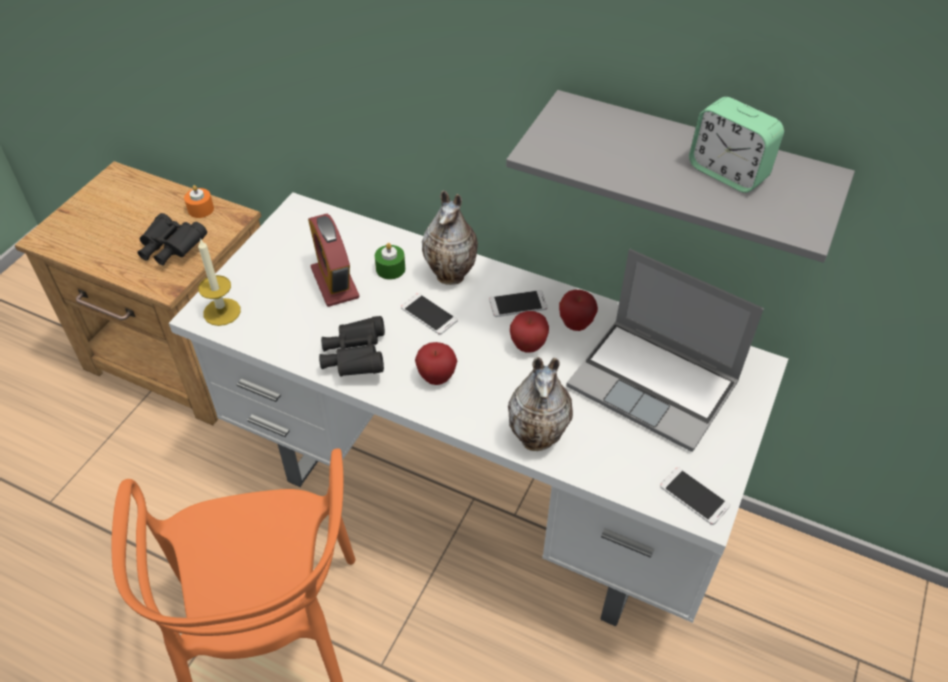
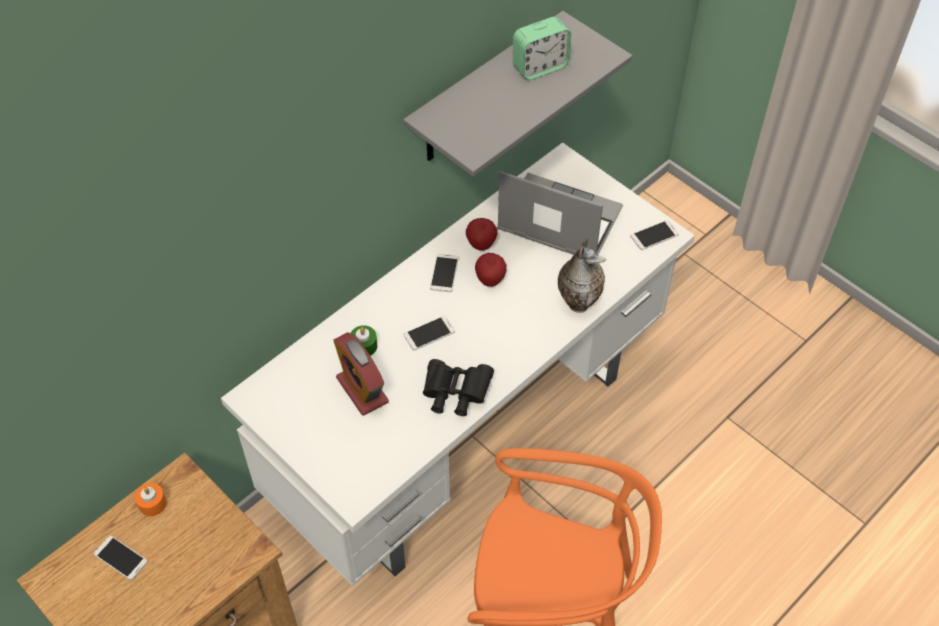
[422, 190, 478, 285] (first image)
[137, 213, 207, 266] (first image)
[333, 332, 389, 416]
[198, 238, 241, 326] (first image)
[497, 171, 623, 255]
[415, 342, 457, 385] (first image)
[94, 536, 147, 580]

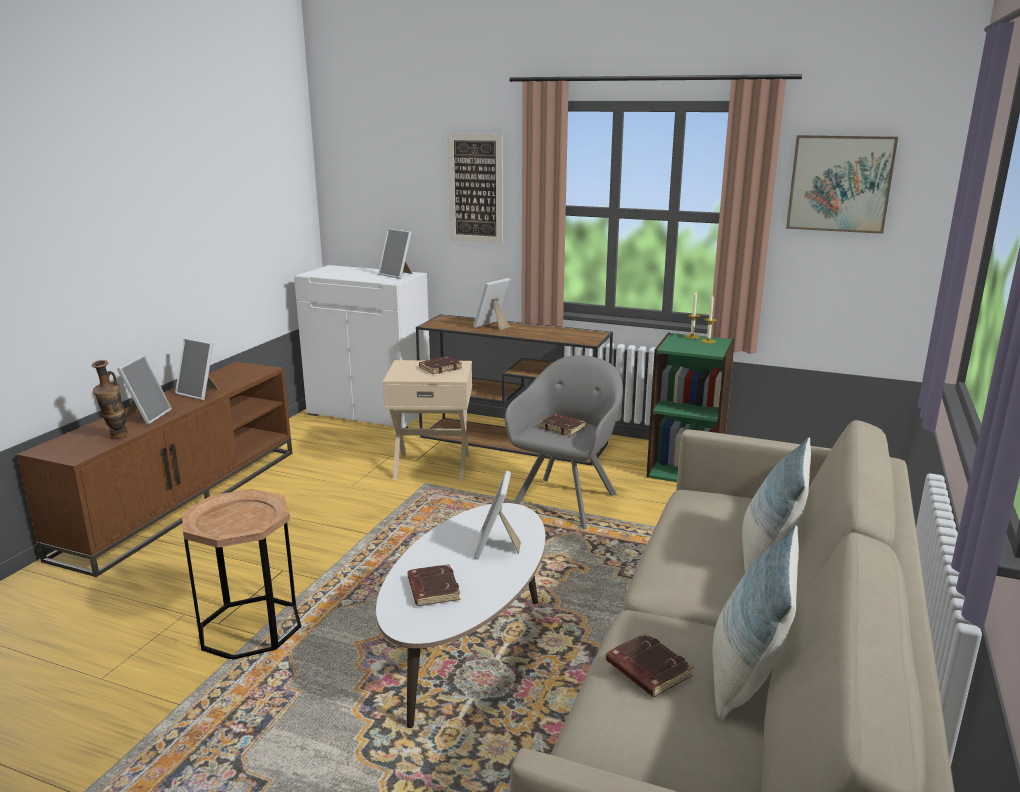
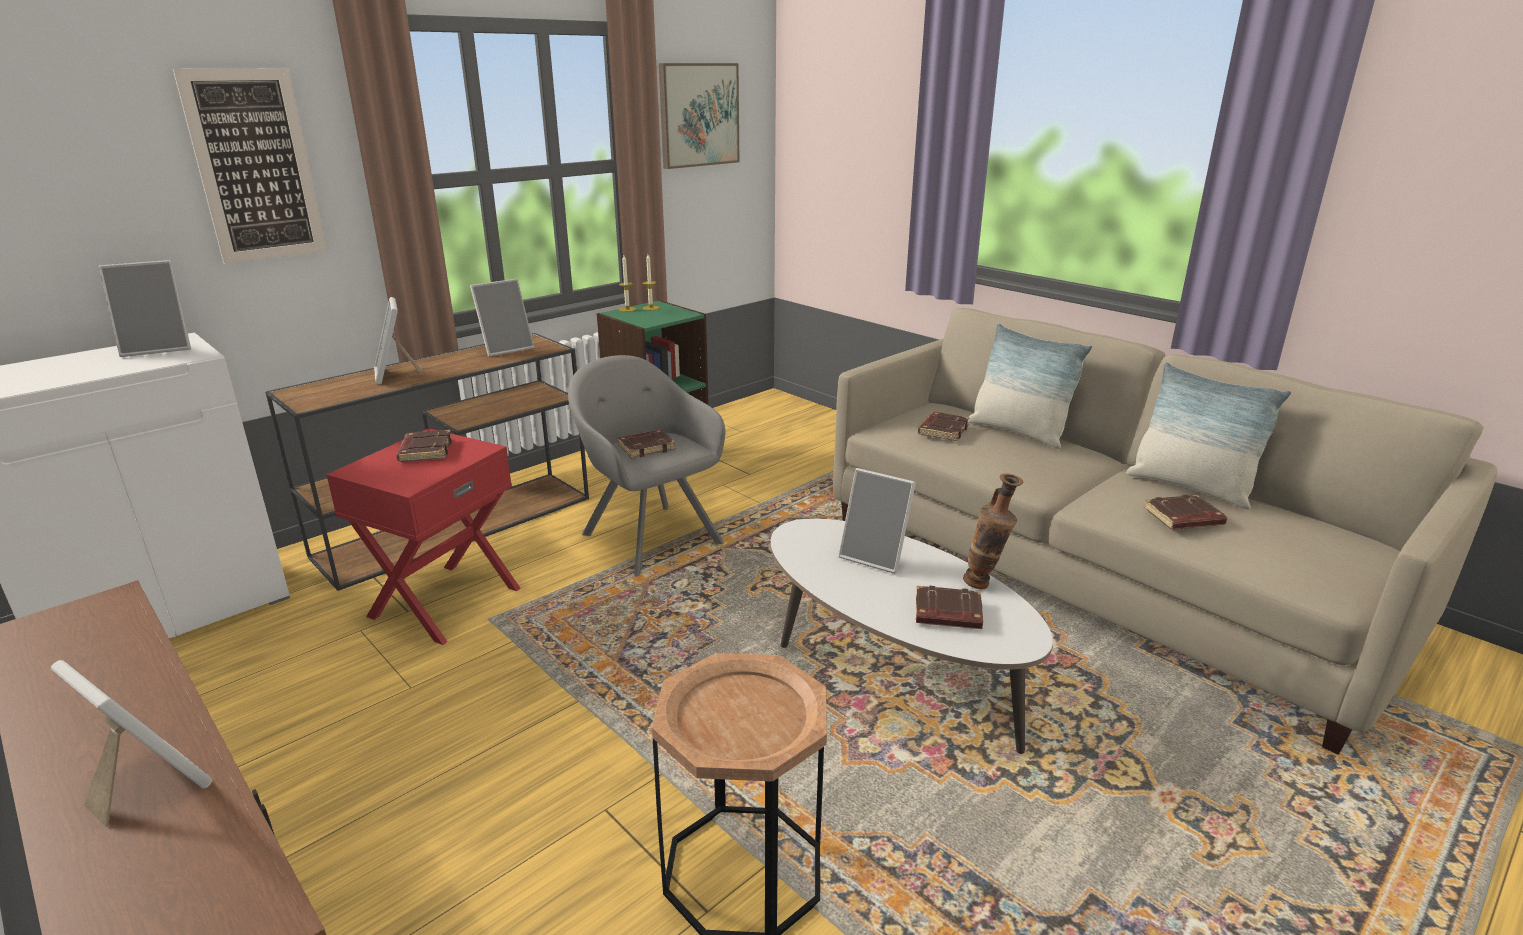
[470, 279, 534, 357]
[963, 473, 1023, 589]
[326, 429, 521, 645]
[918, 412, 969, 441]

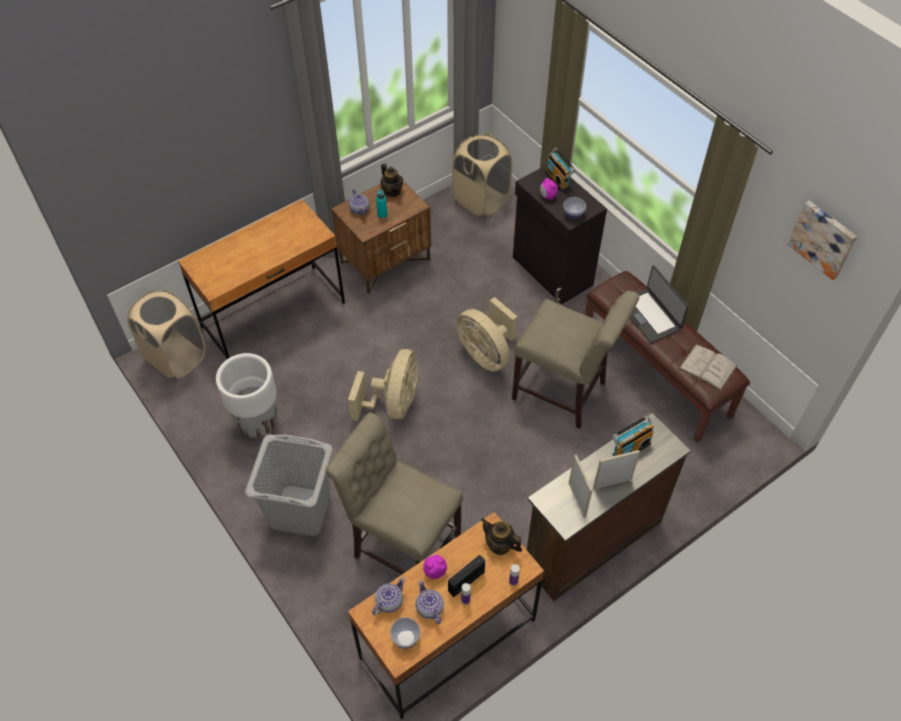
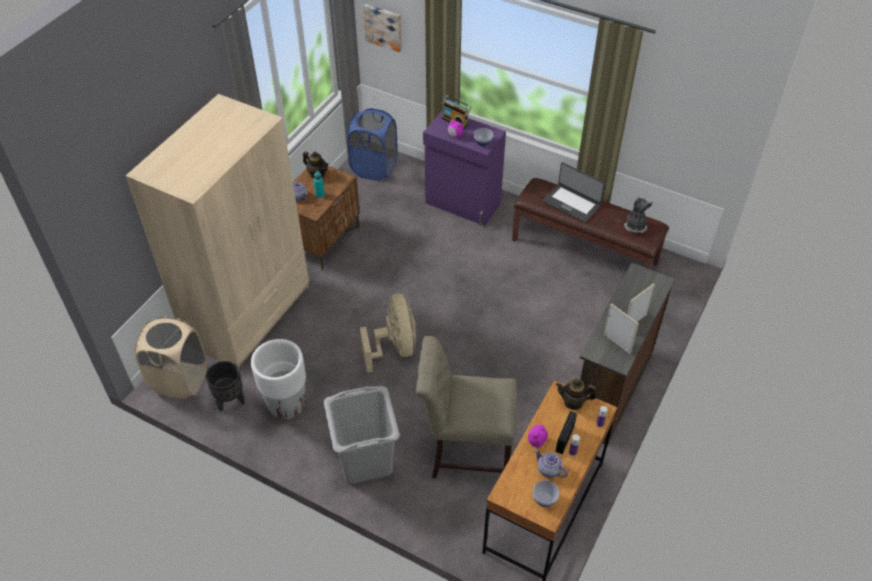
[348, 108, 398, 181]
[423, 111, 506, 226]
[126, 94, 309, 369]
[363, 4, 402, 52]
[512, 291, 639, 429] (first image)
[456, 297, 517, 372] (first image)
[624, 196, 653, 233]
[612, 416, 654, 456] (first image)
[372, 577, 405, 615] (first image)
[205, 361, 245, 412]

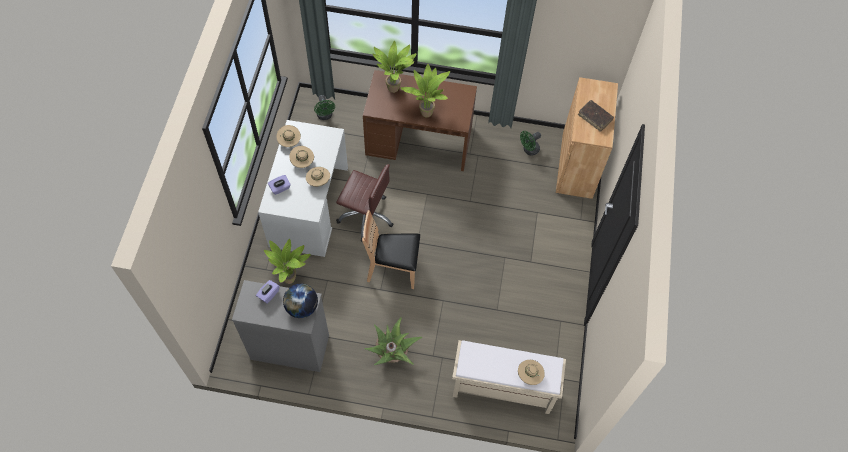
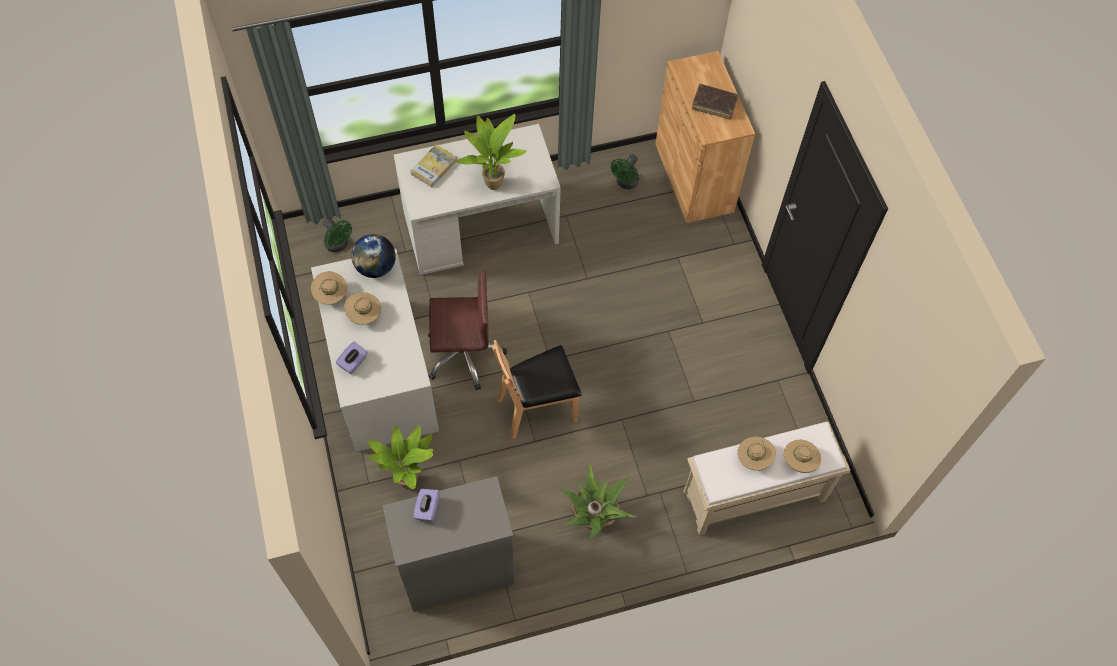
[410, 145, 457, 188]
[394, 124, 561, 275]
[738, 437, 776, 471]
[351, 234, 396, 278]

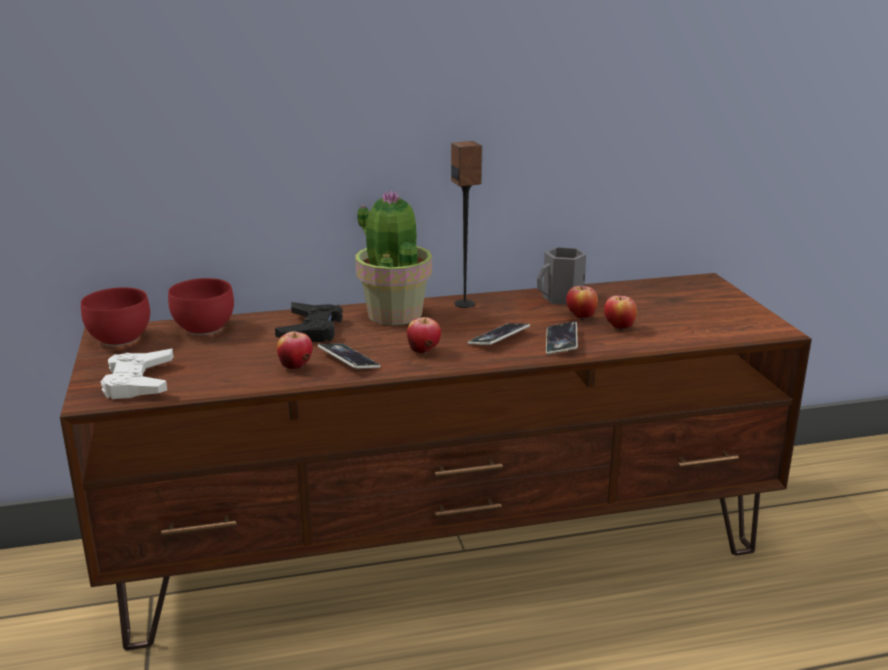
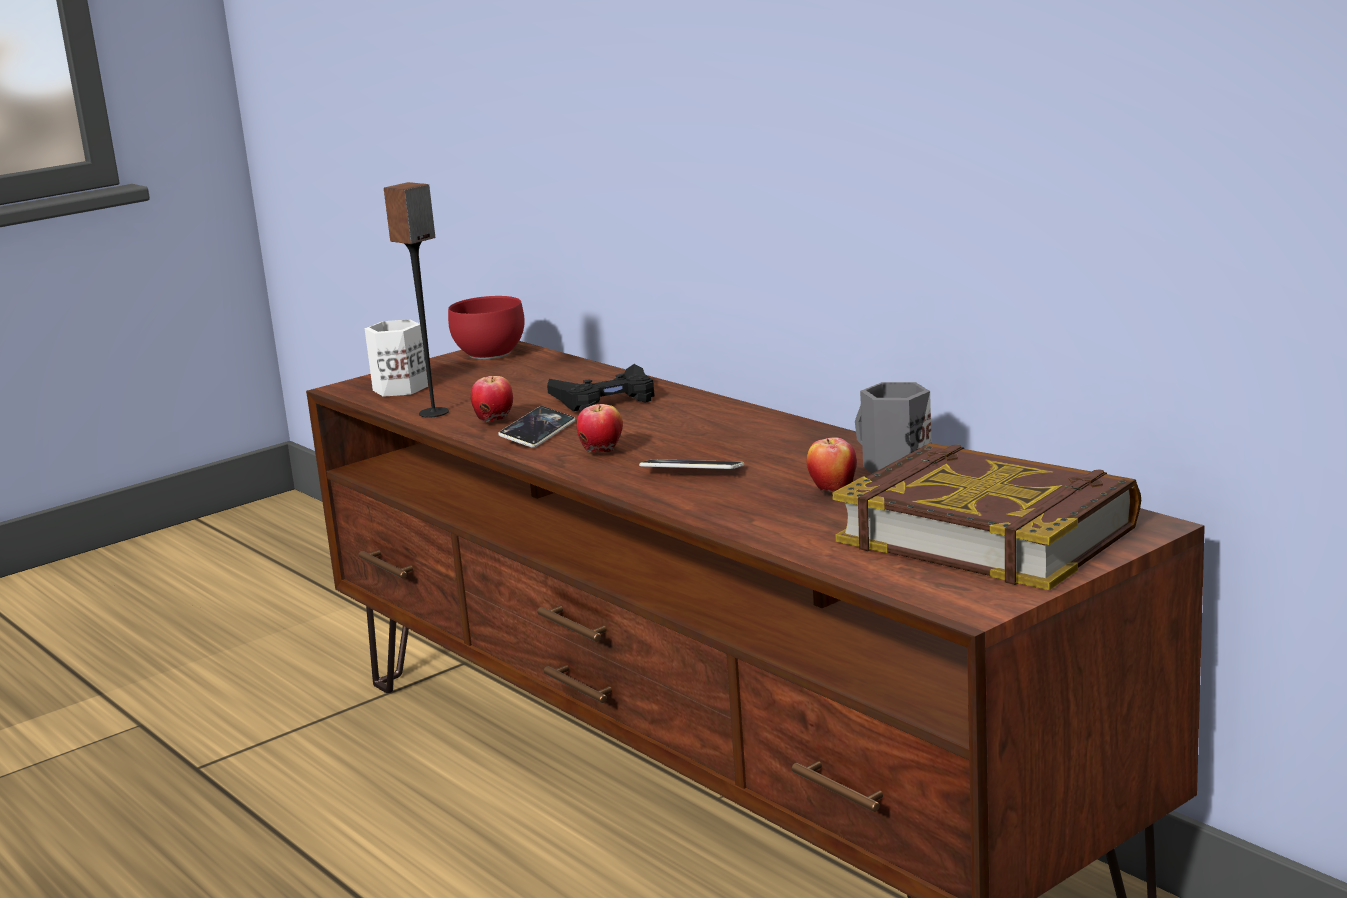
[384, 182, 449, 418]
[355, 190, 432, 325] (first image)
[168, 278, 234, 335] (first image)
[604, 296, 637, 331] (first image)
[546, 321, 578, 354] (first image)
[364, 319, 428, 397]
[832, 443, 1141, 590]

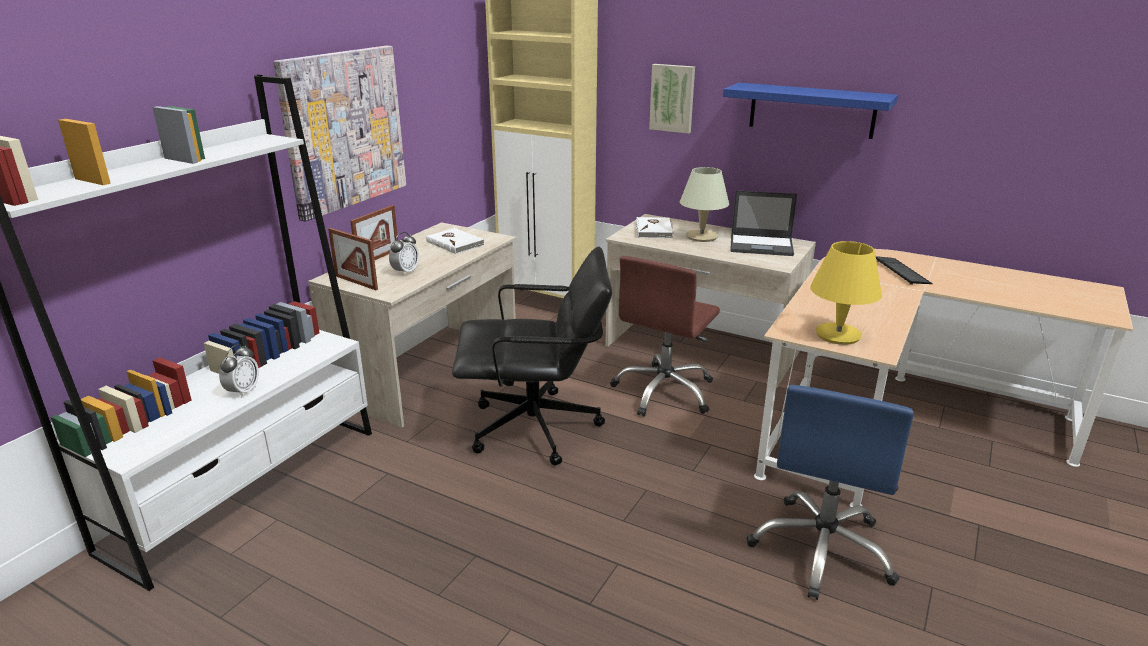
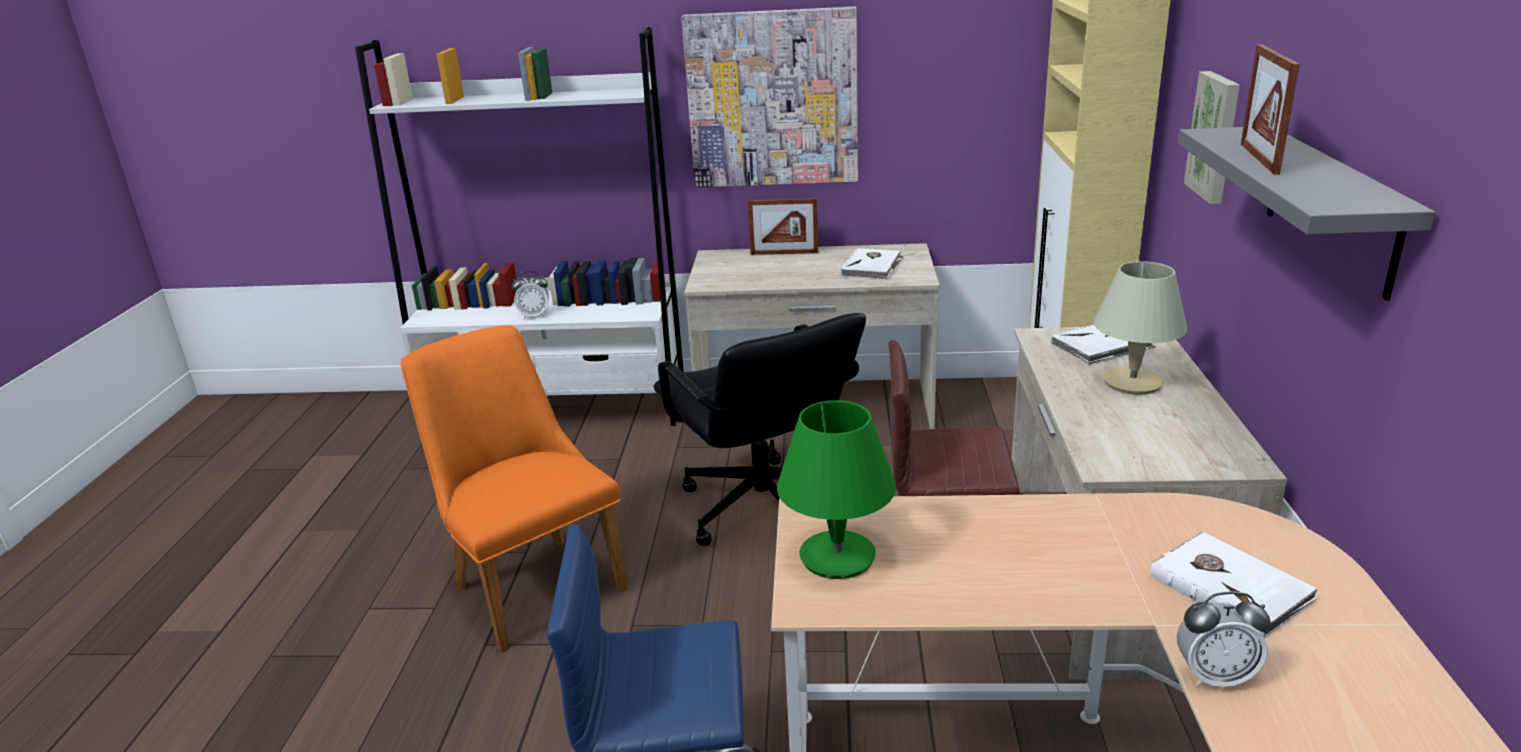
[1178, 127, 1436, 301]
[730, 190, 797, 256] (first image)
[1241, 44, 1300, 175]
[1177, 591, 1271, 687]
[777, 400, 896, 579]
[1150, 531, 1318, 638]
[401, 325, 628, 652]

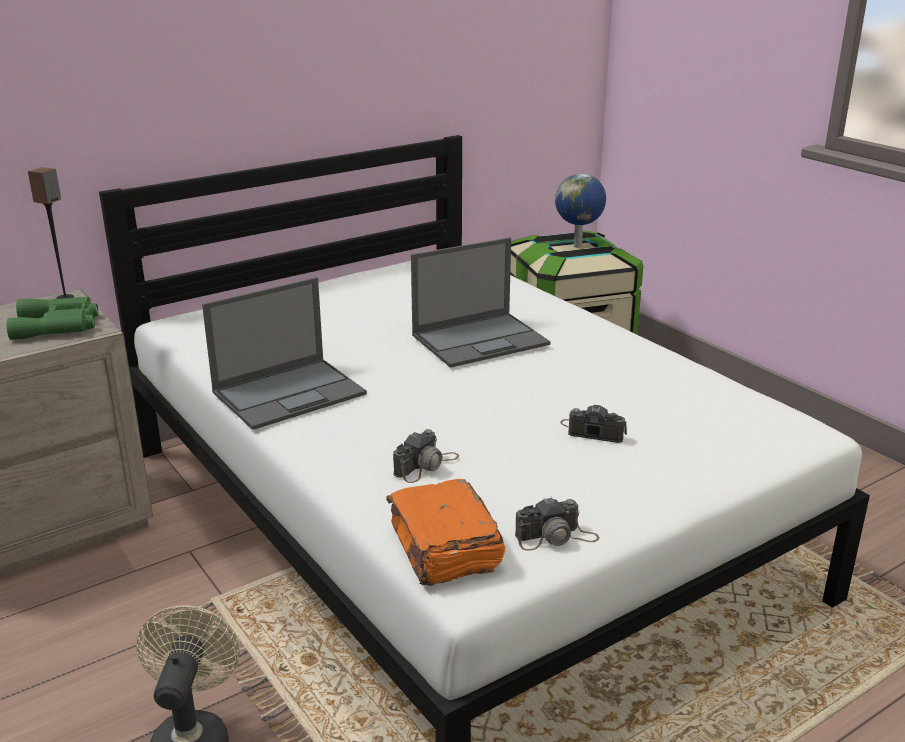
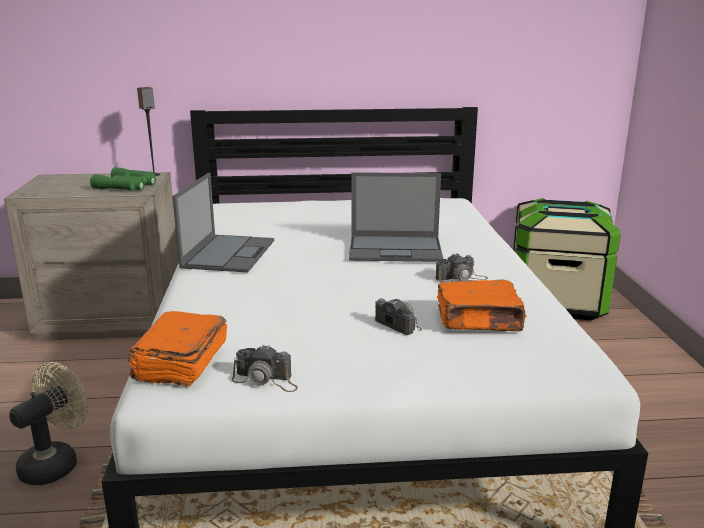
[555, 174, 606, 248] (first image)
[172, 173, 274, 273]
[435, 253, 488, 282]
[437, 279, 527, 331]

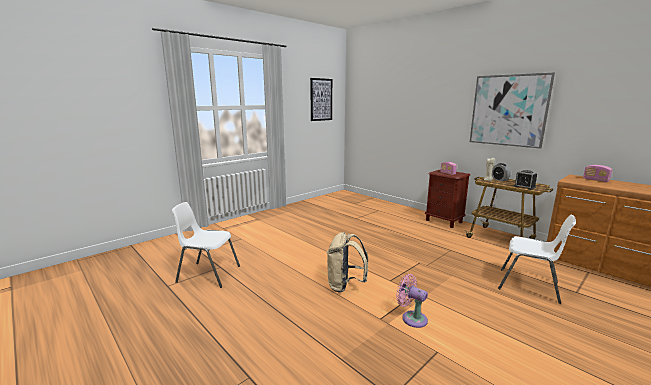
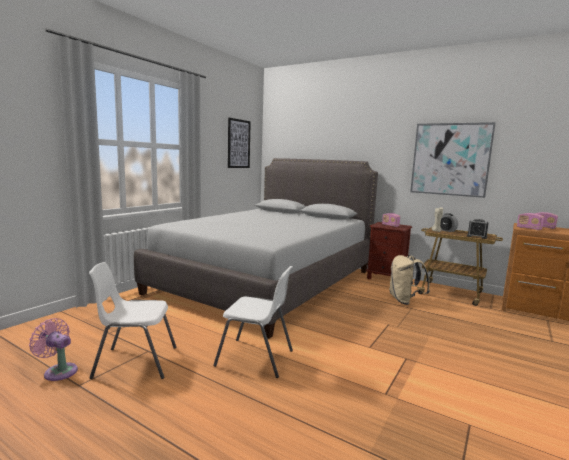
[213, 266, 293, 378]
[389, 255, 430, 305]
[29, 318, 78, 381]
[134, 158, 378, 339]
[517, 213, 544, 230]

